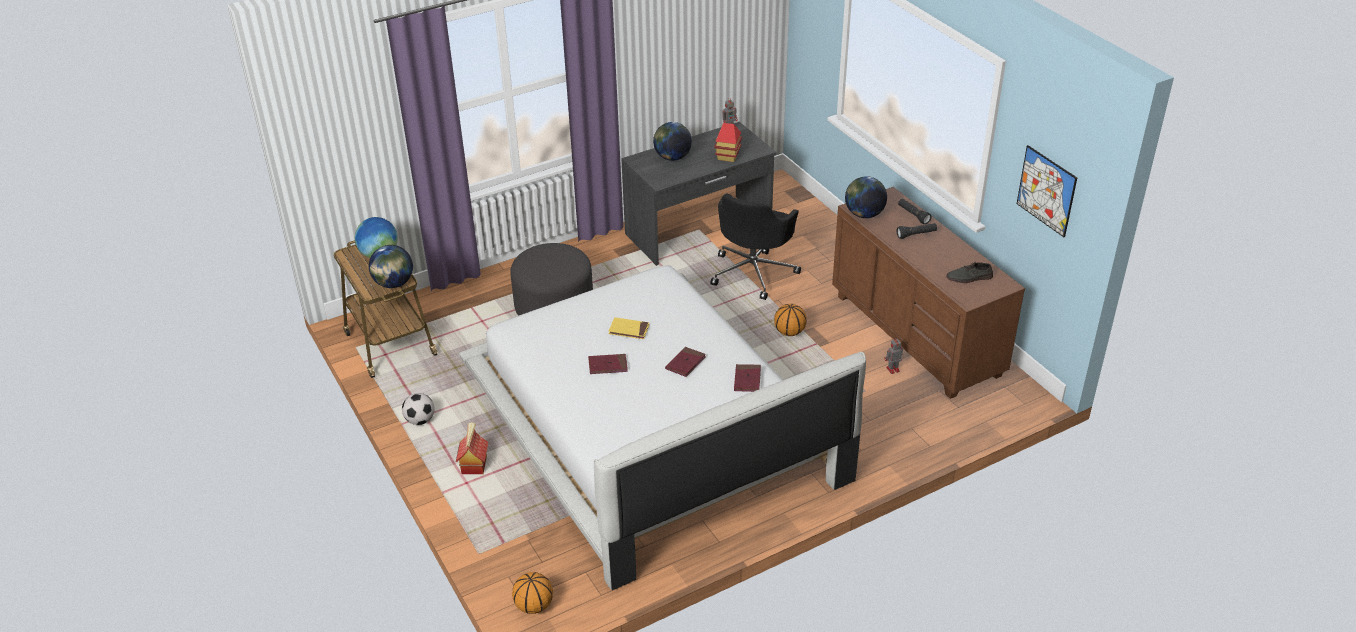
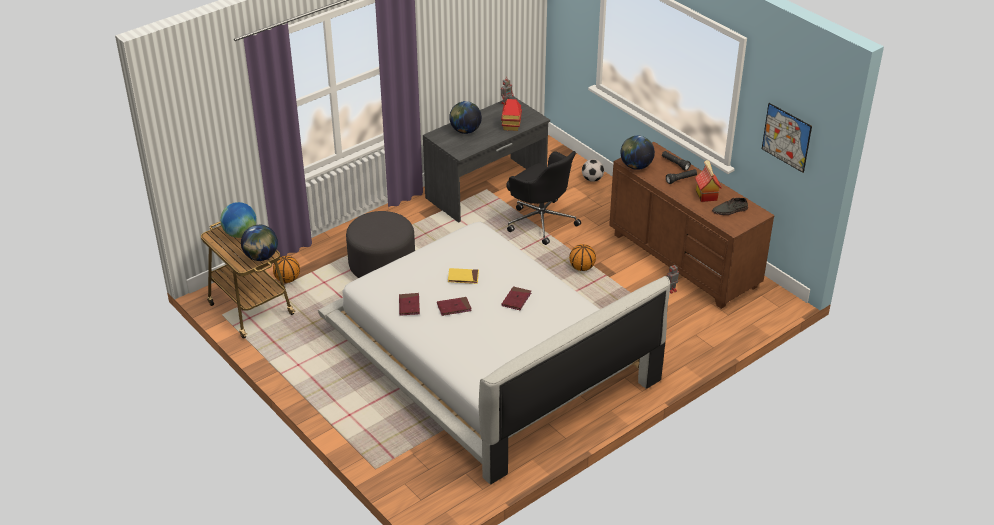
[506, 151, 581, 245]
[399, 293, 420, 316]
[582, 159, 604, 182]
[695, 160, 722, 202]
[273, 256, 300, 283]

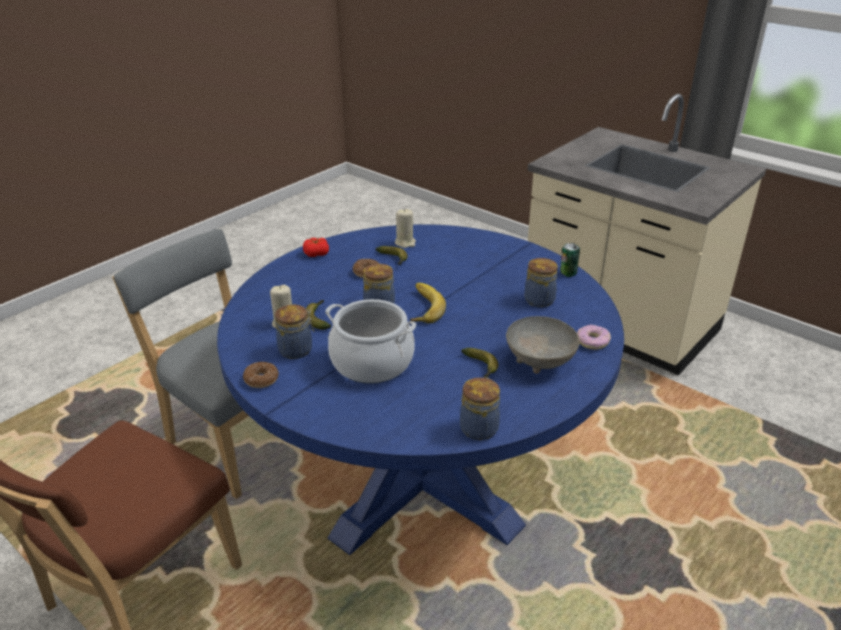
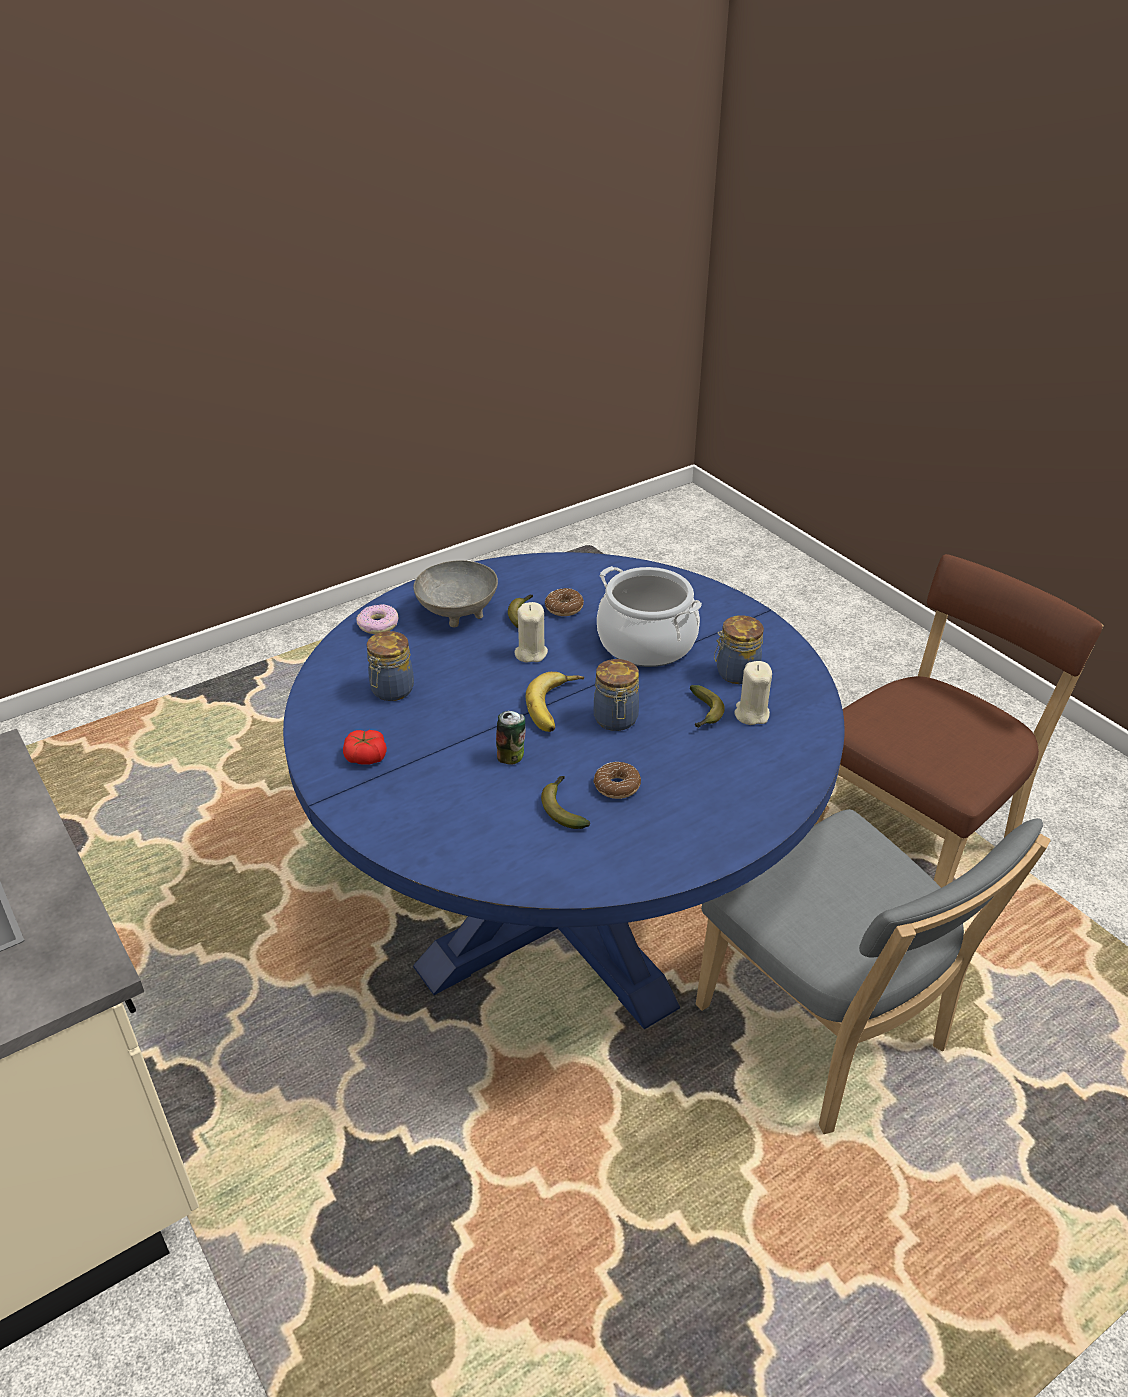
[515, 602, 548, 662]
[343, 730, 387, 765]
[496, 711, 525, 765]
[545, 588, 584, 616]
[460, 377, 500, 440] (first image)

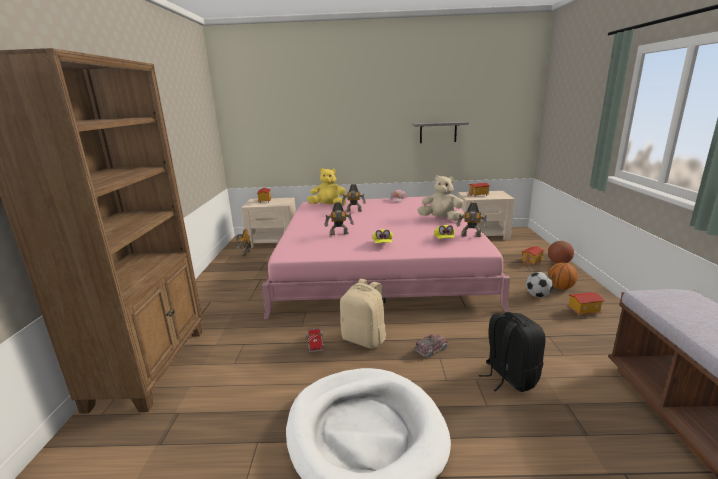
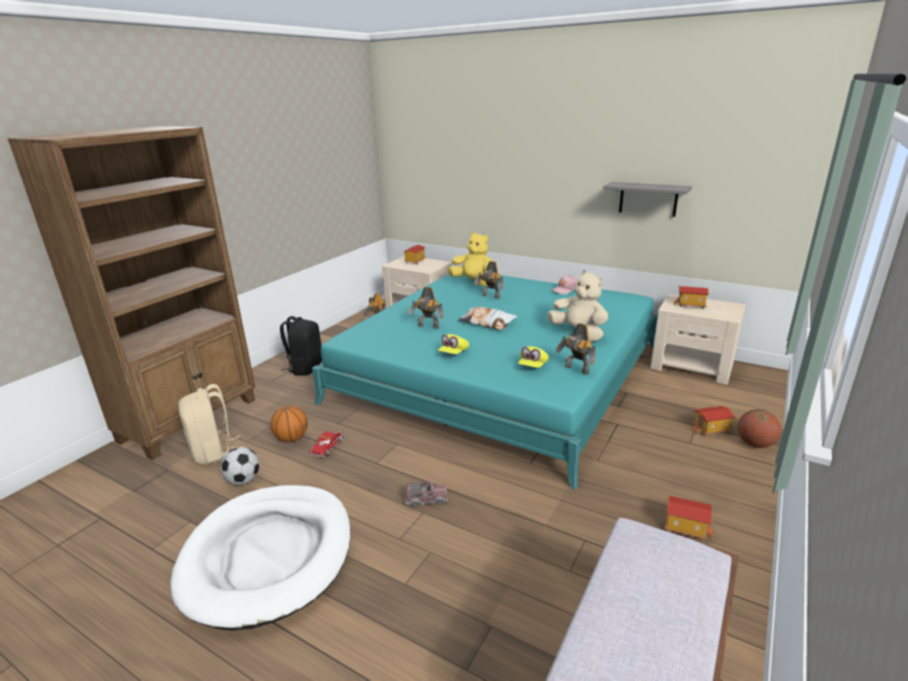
[312, 274, 657, 490]
[271, 405, 308, 442]
[221, 447, 260, 485]
[178, 384, 244, 464]
[280, 316, 322, 376]
[458, 307, 517, 330]

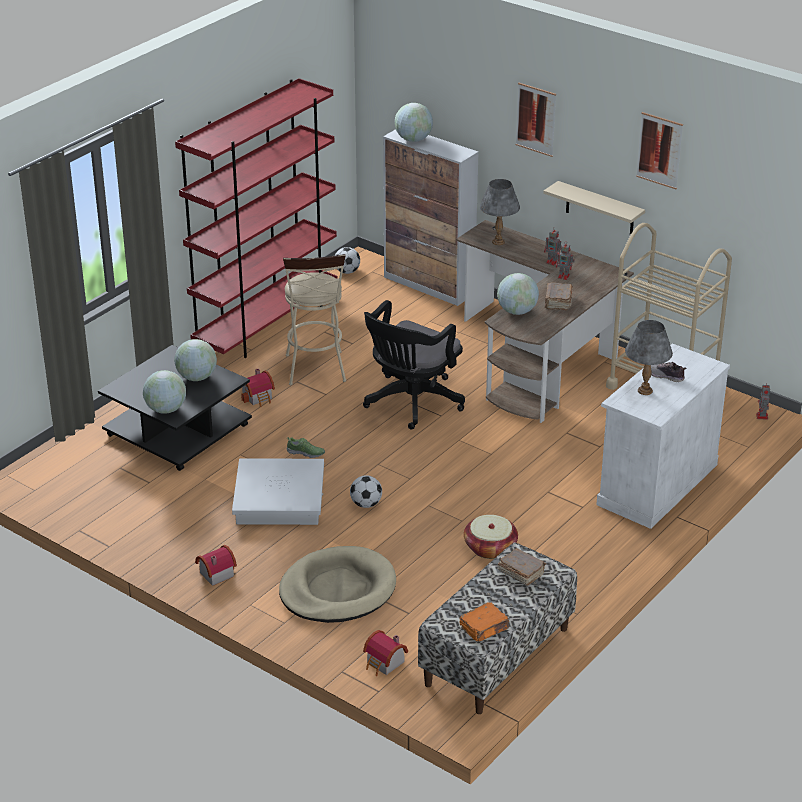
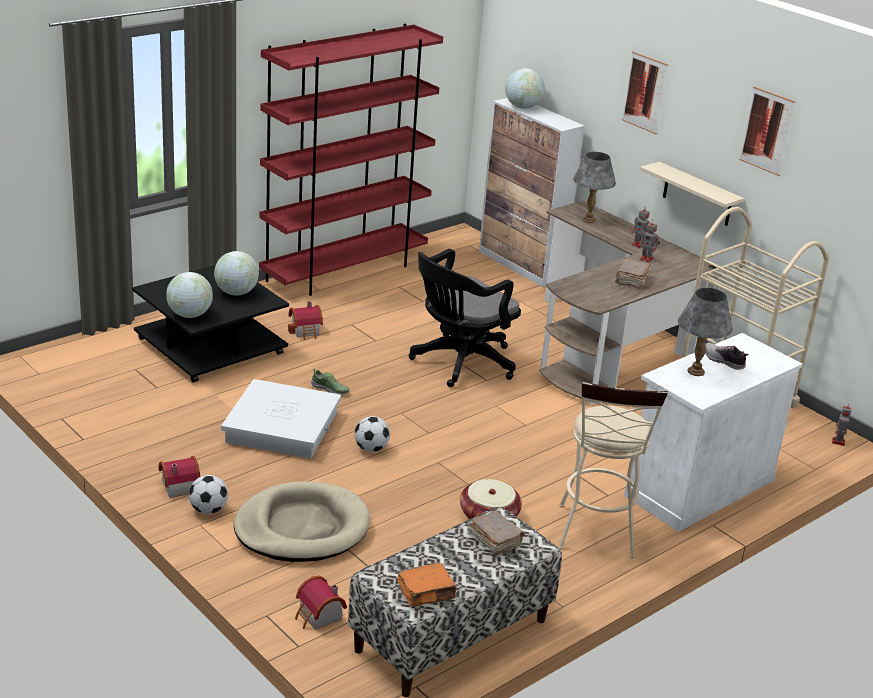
[189, 475, 228, 514]
[558, 381, 668, 558]
[497, 273, 539, 315] (first image)

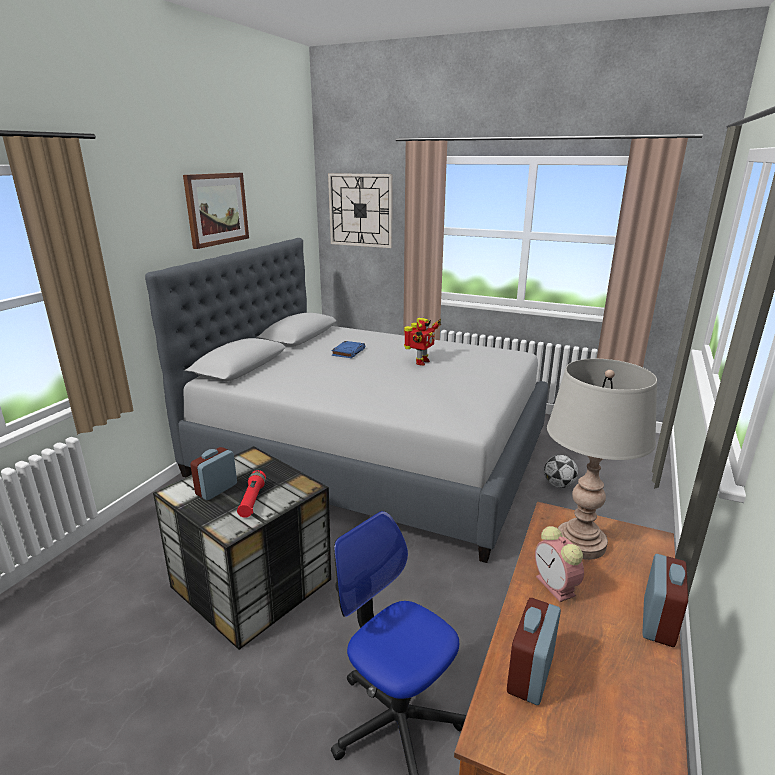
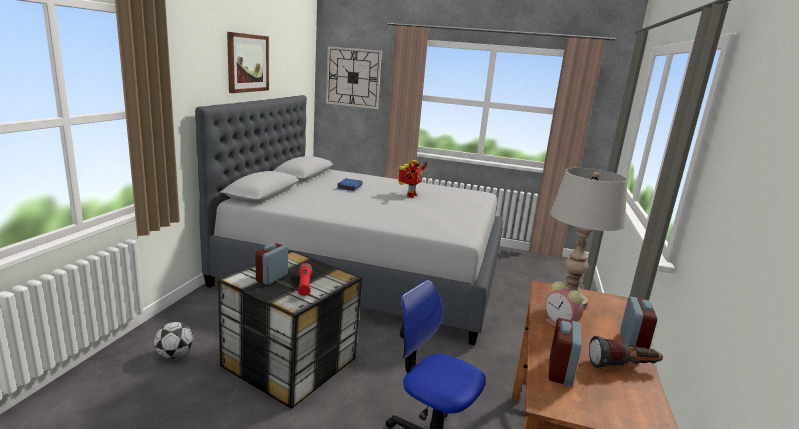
[154, 322, 193, 359]
[589, 336, 663, 369]

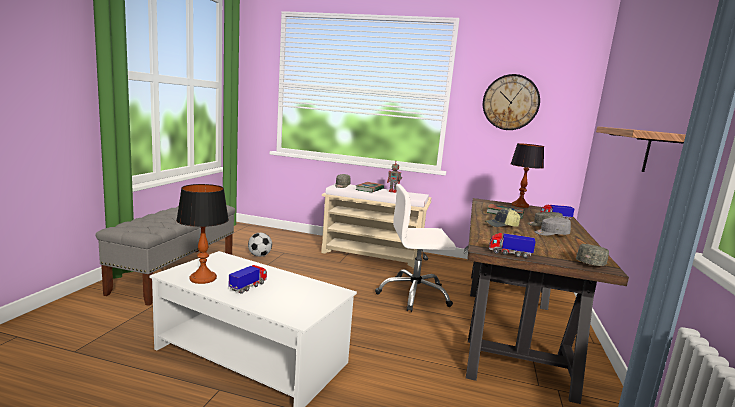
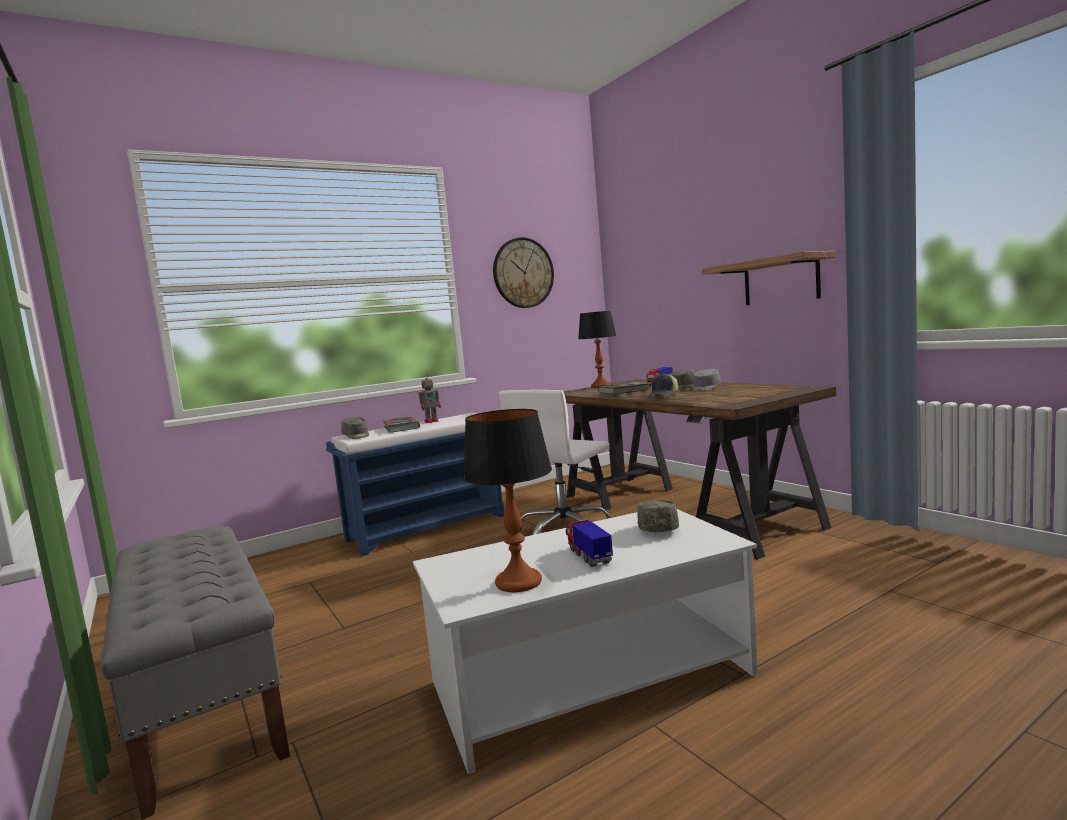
[326, 413, 504, 557]
[248, 233, 272, 257] (first image)
[489, 233, 536, 258] (first image)
[637, 500, 679, 532]

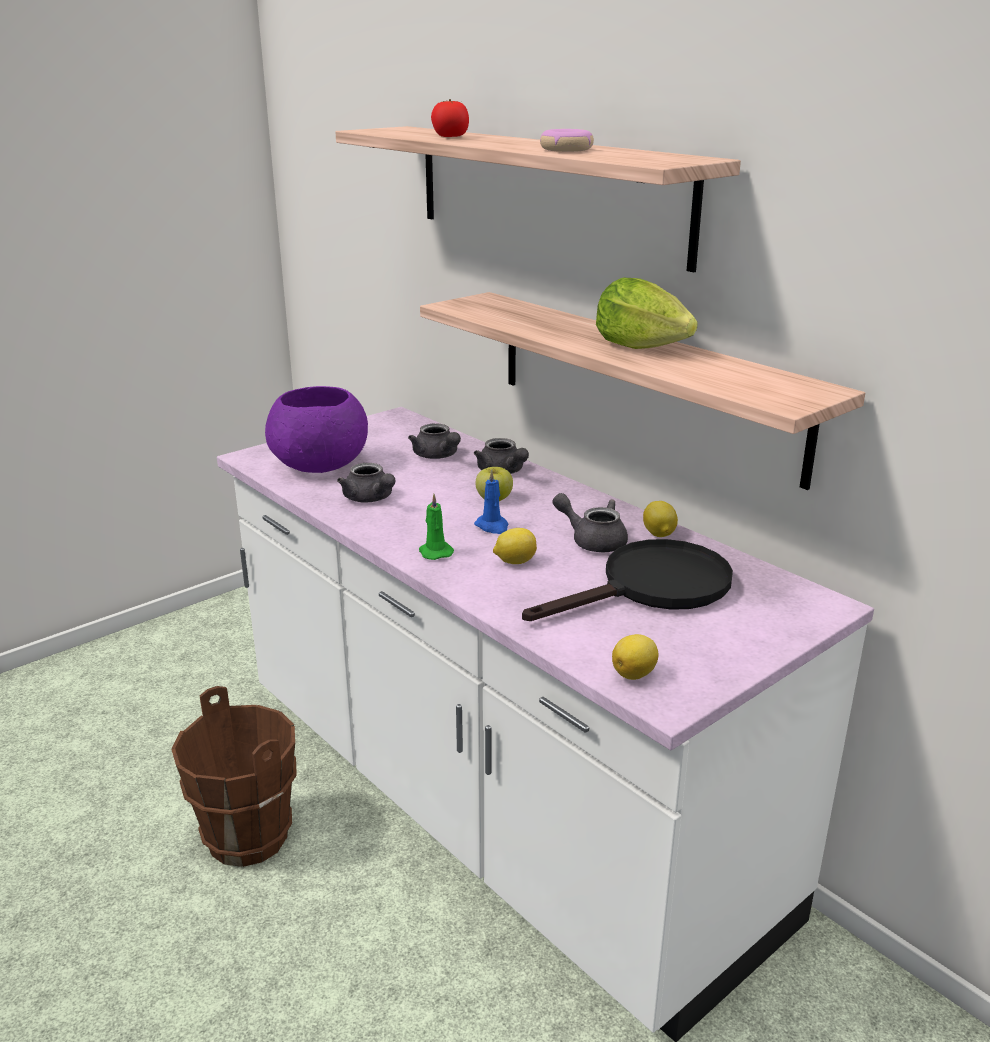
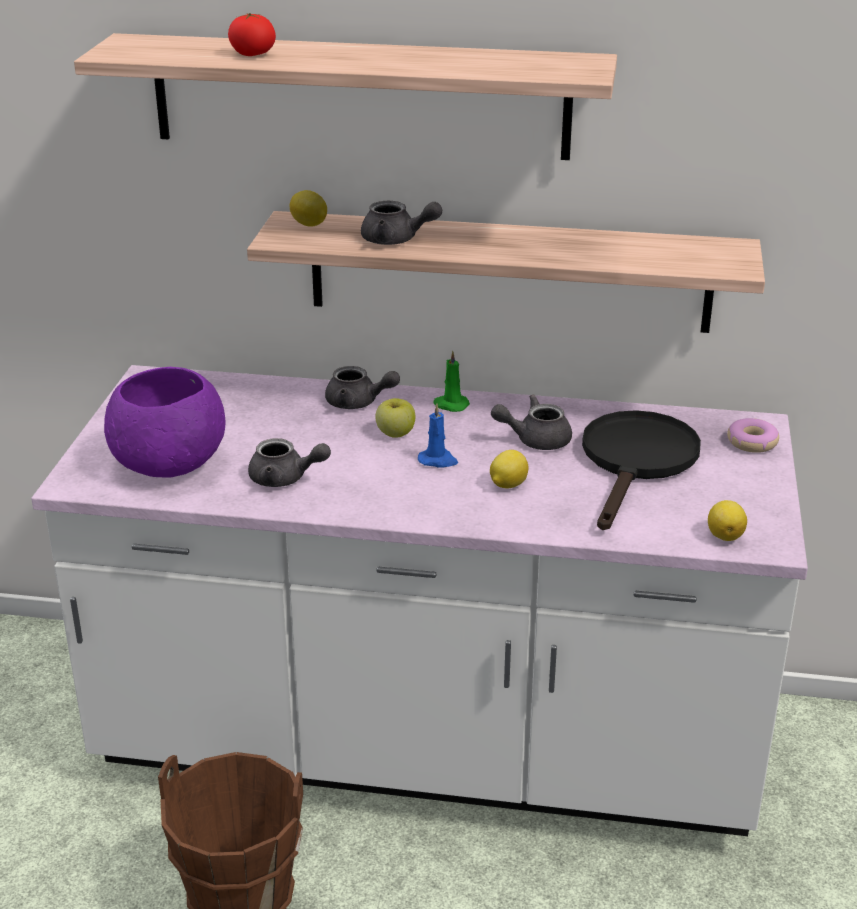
[727, 418, 779, 453]
[596, 278, 698, 349] (first image)
[361, 201, 442, 245]
[433, 350, 470, 412]
[290, 190, 327, 227]

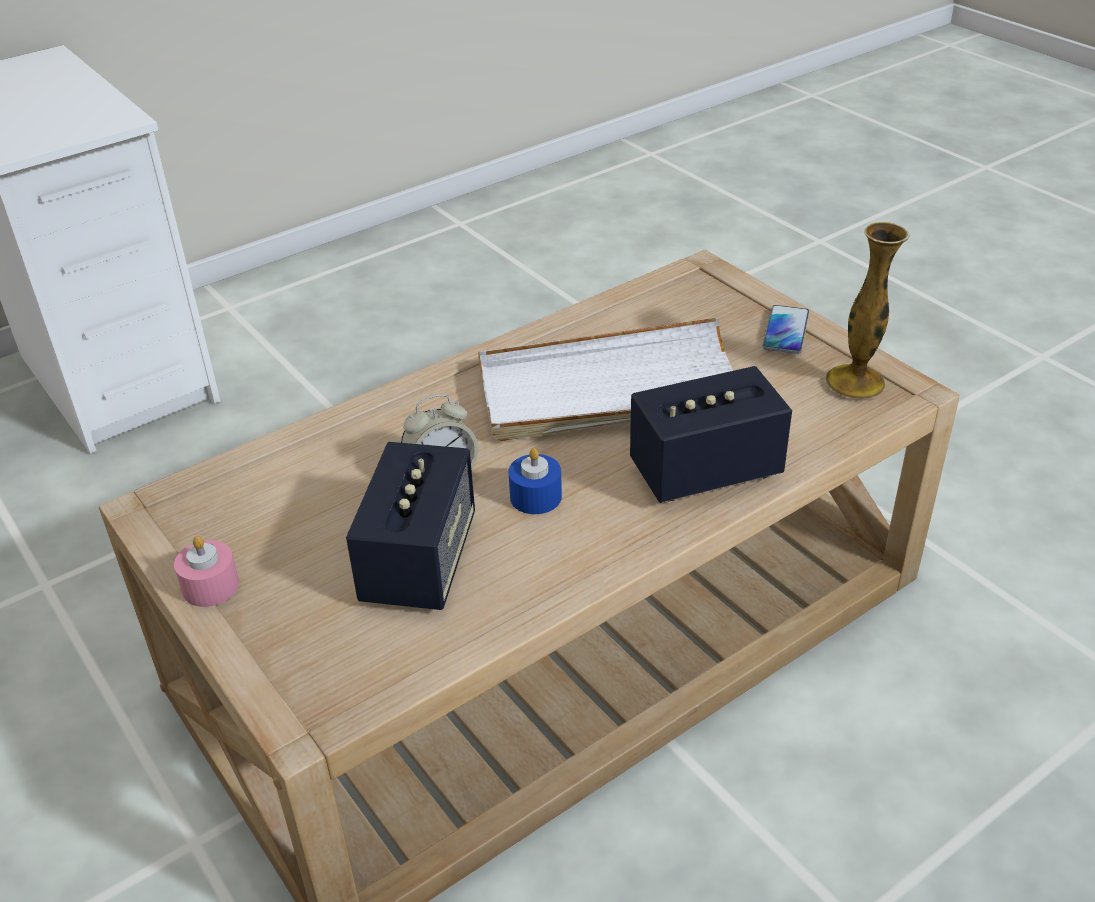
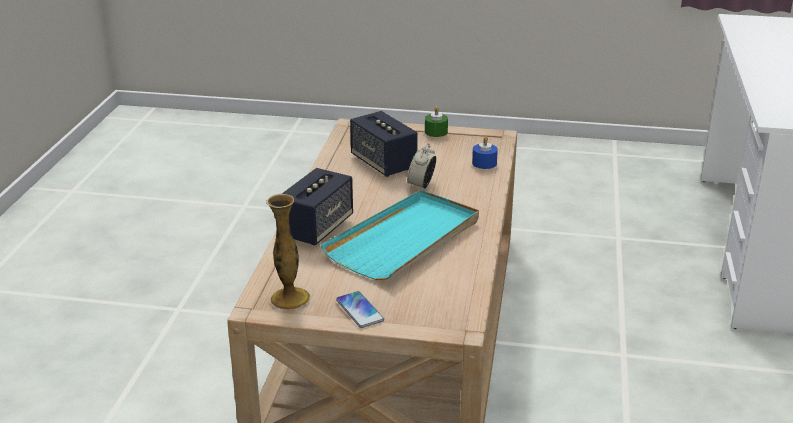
[321, 190, 479, 280]
[472, 136, 498, 169]
[425, 106, 448, 137]

